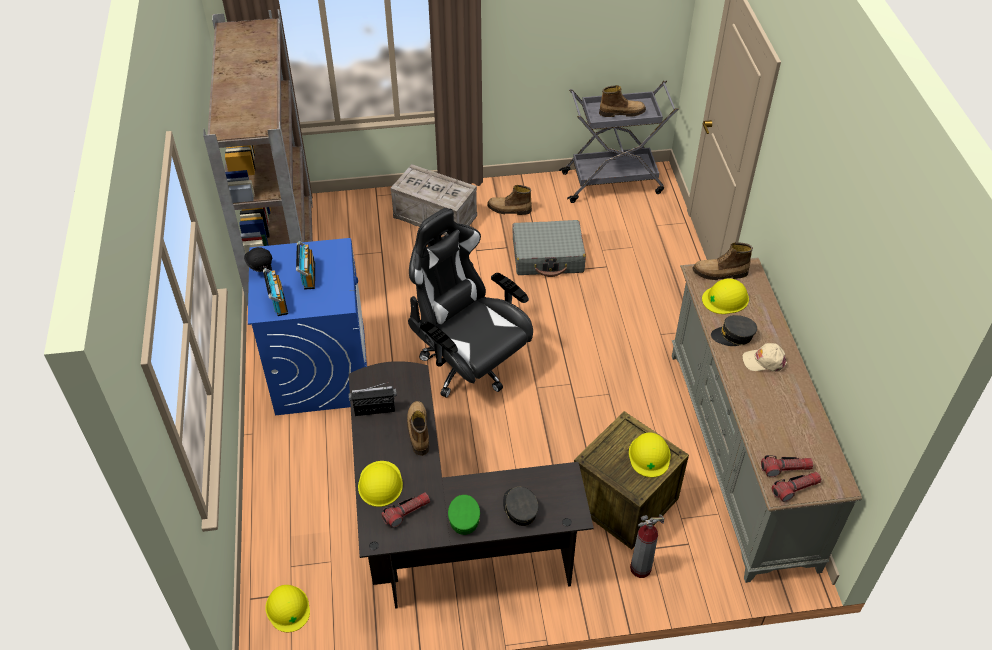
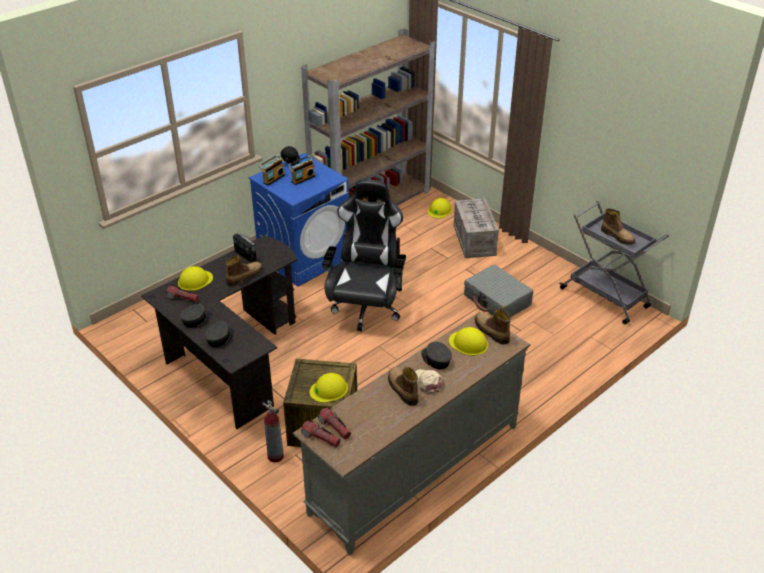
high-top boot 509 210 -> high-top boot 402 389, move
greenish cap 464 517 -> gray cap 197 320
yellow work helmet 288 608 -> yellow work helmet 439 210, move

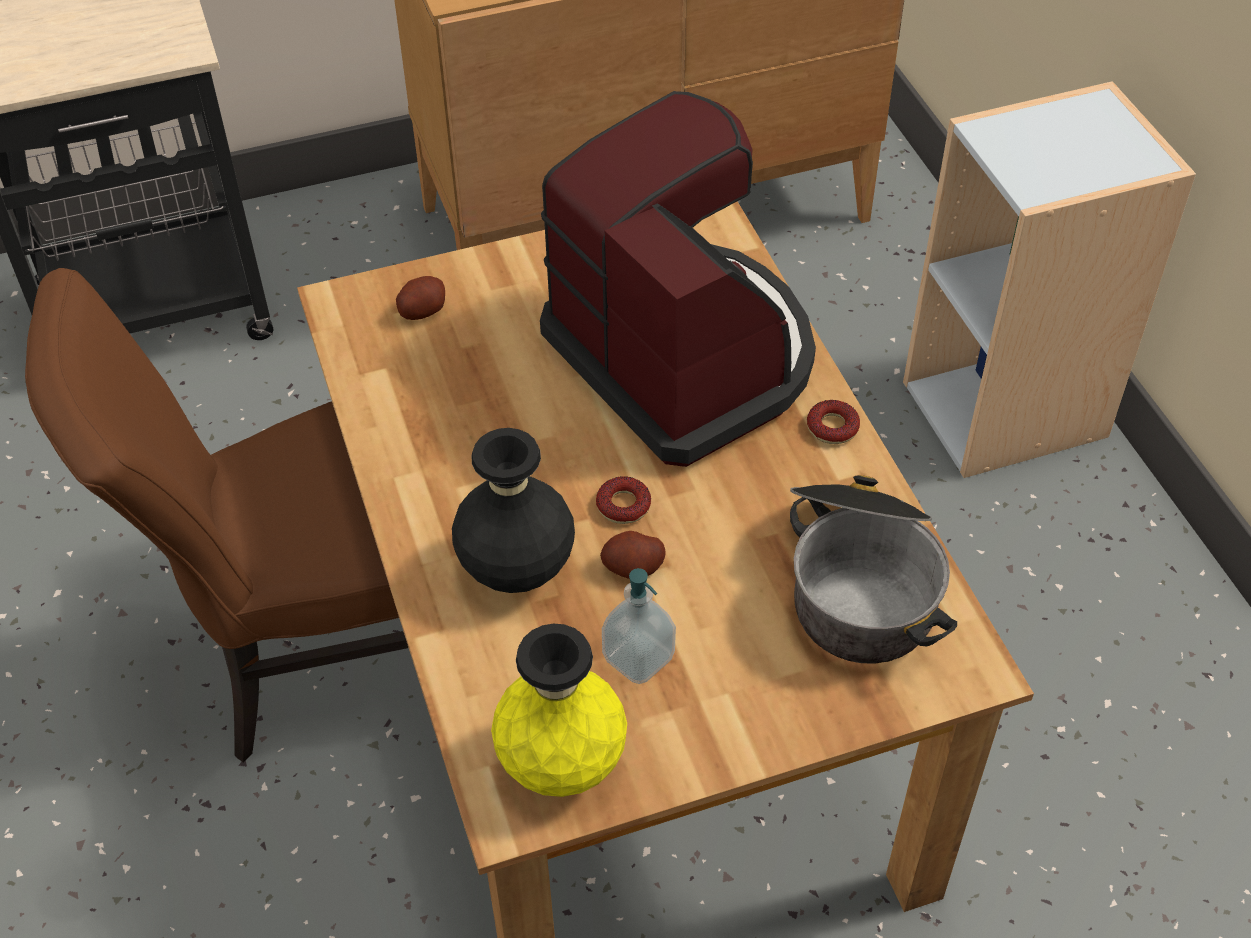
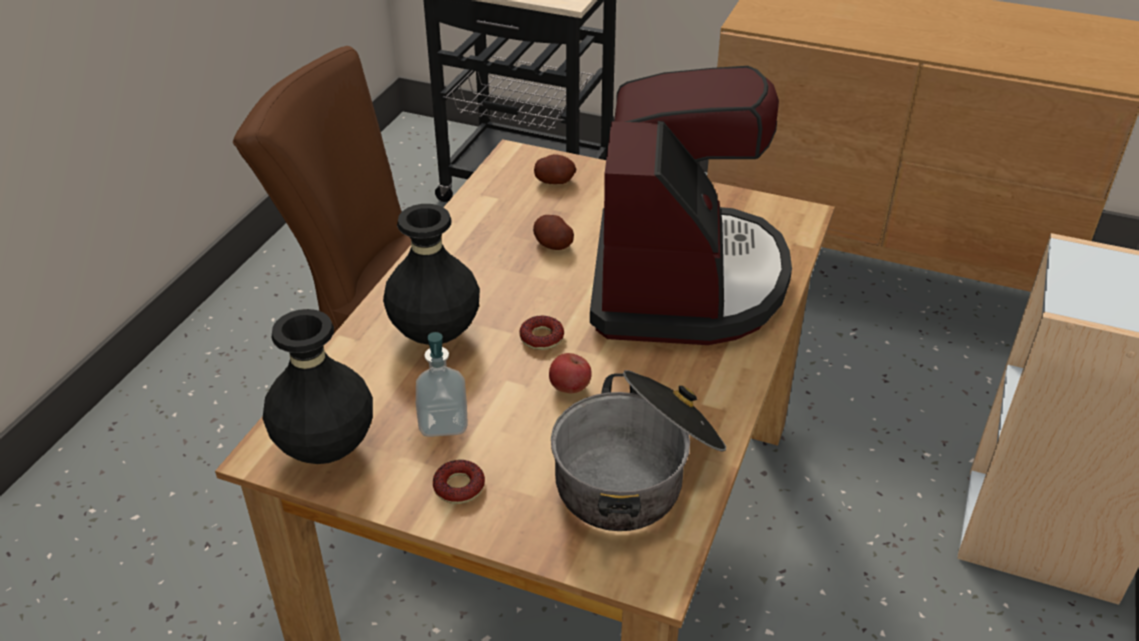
donut 832 427 -> donut 459 487, move
spud 633 567 -> spud 553 244, move
yellow flower vase 562 765 -> black-coloured flower vase 326 449
none -> apple 569 388

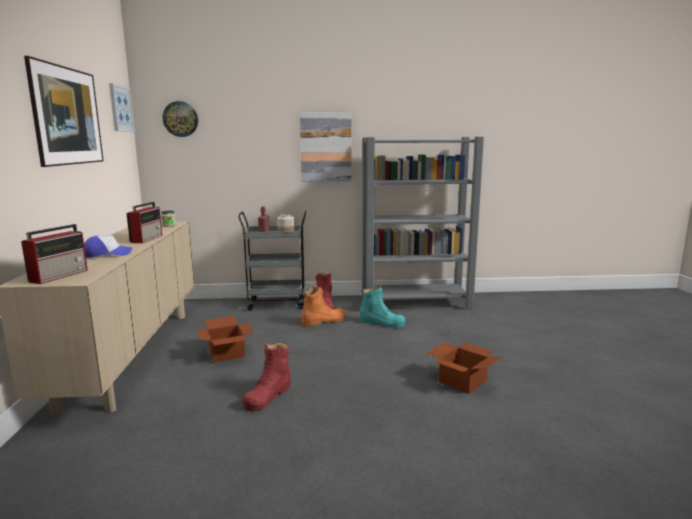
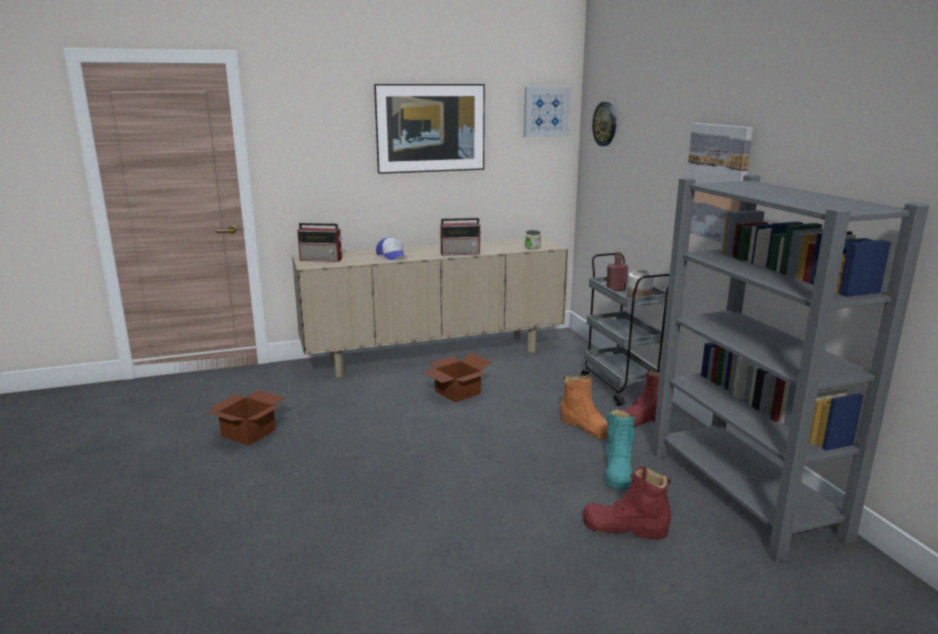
red-coloured high-top boot 268 396 -> red-coloured high-top boot 625 527, move
cardboard box 462 380 -> cardboard box 250 432, move

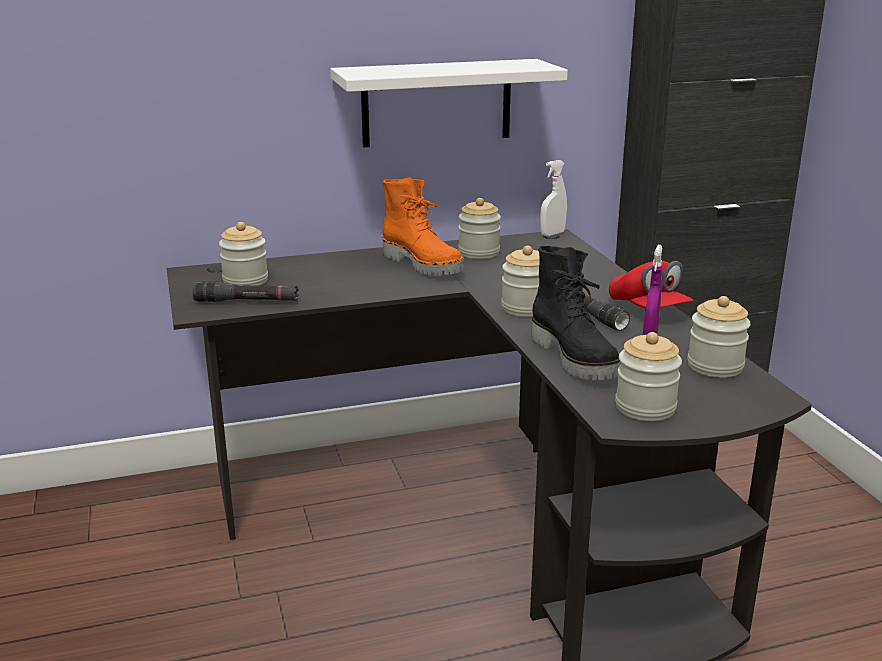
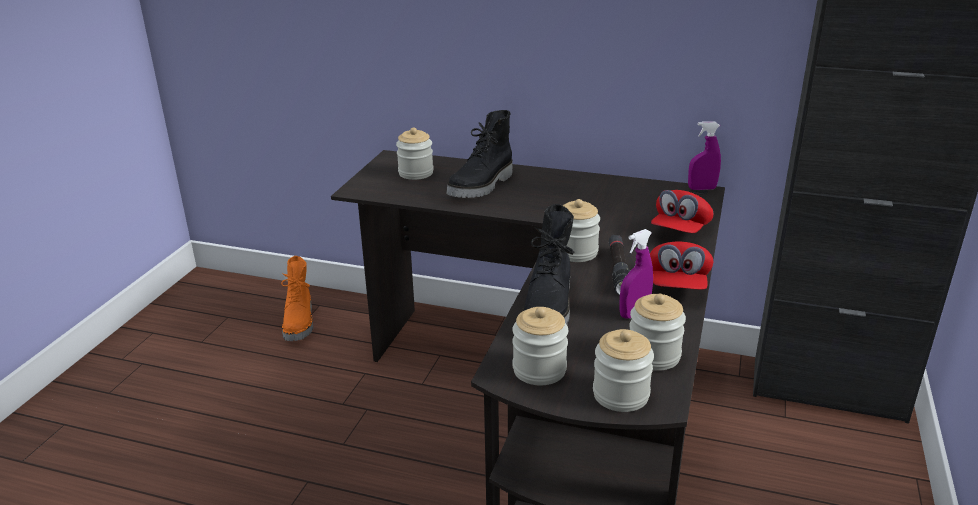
white shelf 436 103 -> none
white sprayer 552 234 -> purplish sprayer 702 189
orangey high-top boot 424 265 -> orangey high-top boot 300 323, move
storage jar 479 253 -> storage jar 621 395, move
black-coloured torch 247 301 -> none
none -> black-coloured high-top boot 482 186
none -> red-coloured cap 680 230

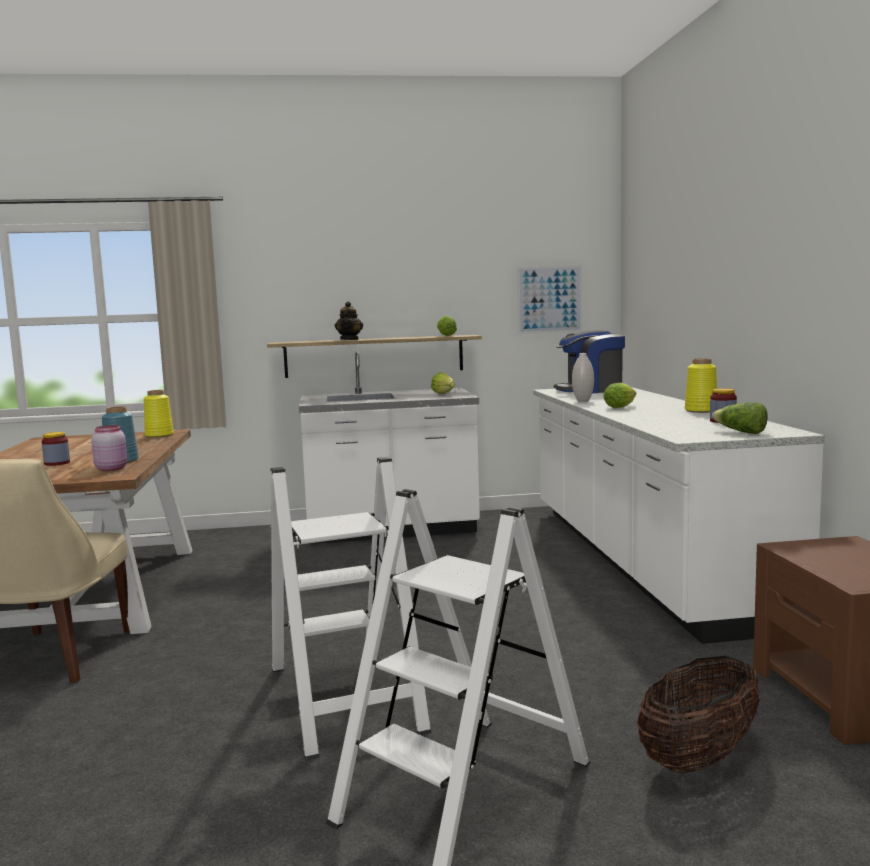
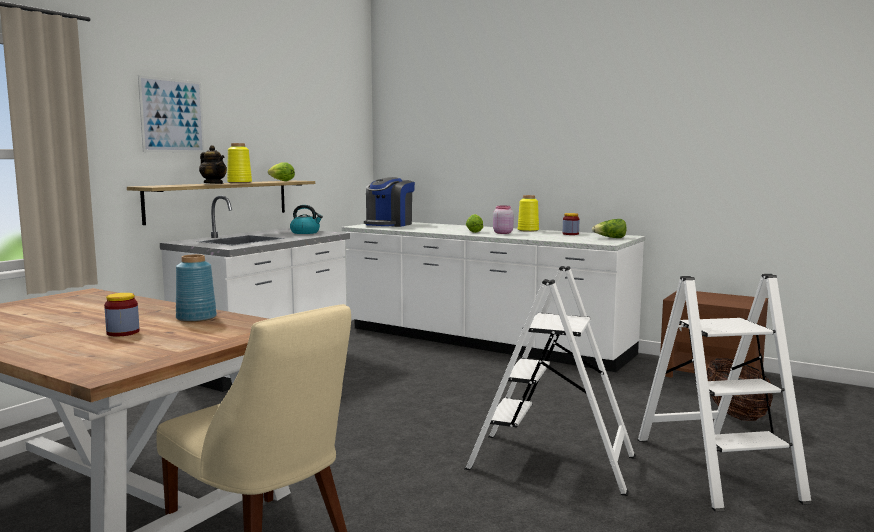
wall art 549 299 -> wall art 172 115, move
white flower vase 583 401 -> none
lettuce 444 394 -> kettle 305 232
yellow flower vase 158 435 -> yellow flower vase 239 182, move
pinkish storage jar 111 468 -> pinkish storage jar 502 233, move

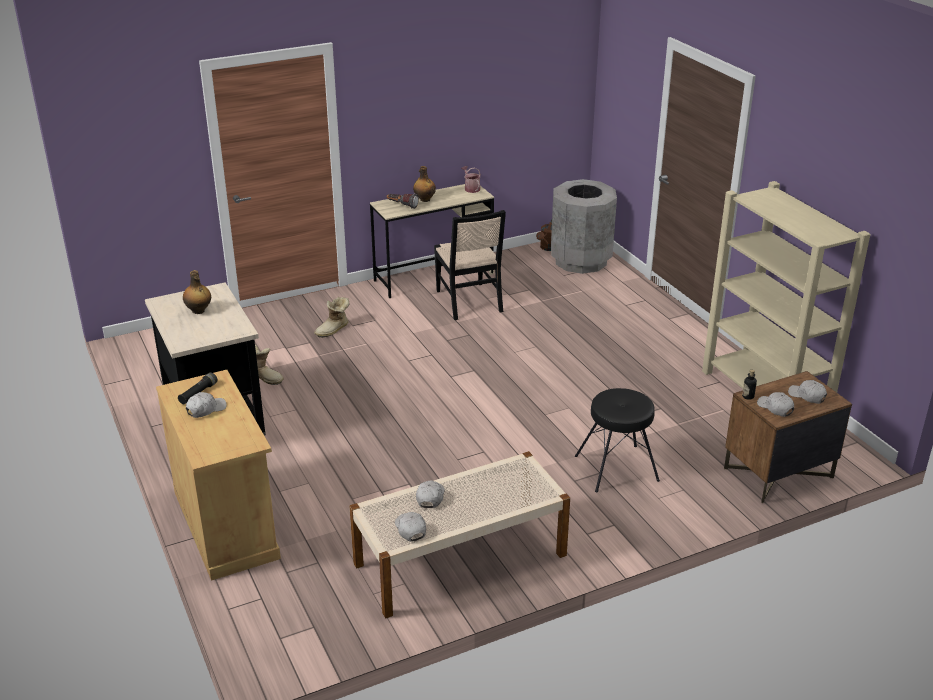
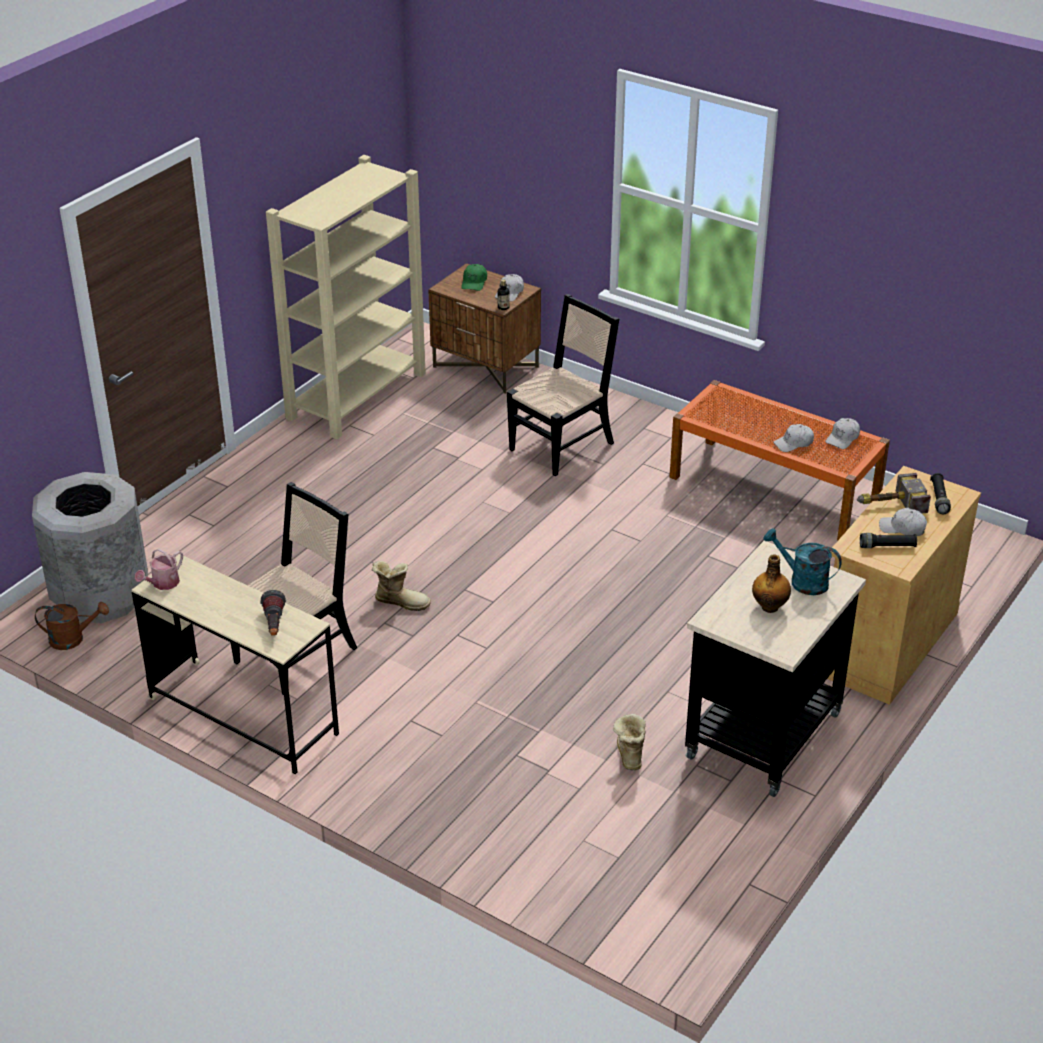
drink bottle 424 199 -> none
high-top boot 334 330 -> high-top boot 401 601, move
white cap 807 396 -> greenish cap 474 282
black-coloured stool 617 468 -> upright chair 561 446
beige-coloured long seat 460 560 -> orangey long seat 774 489
none -> tool hammer 888 504
none -> black-coloured torch 939 499
none -> blue-green sprinkling can 802 581

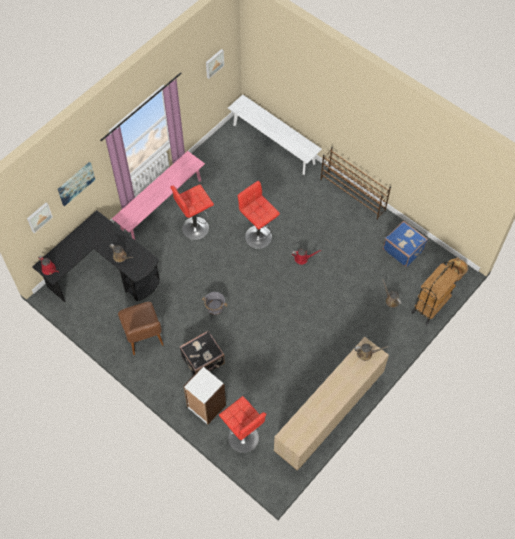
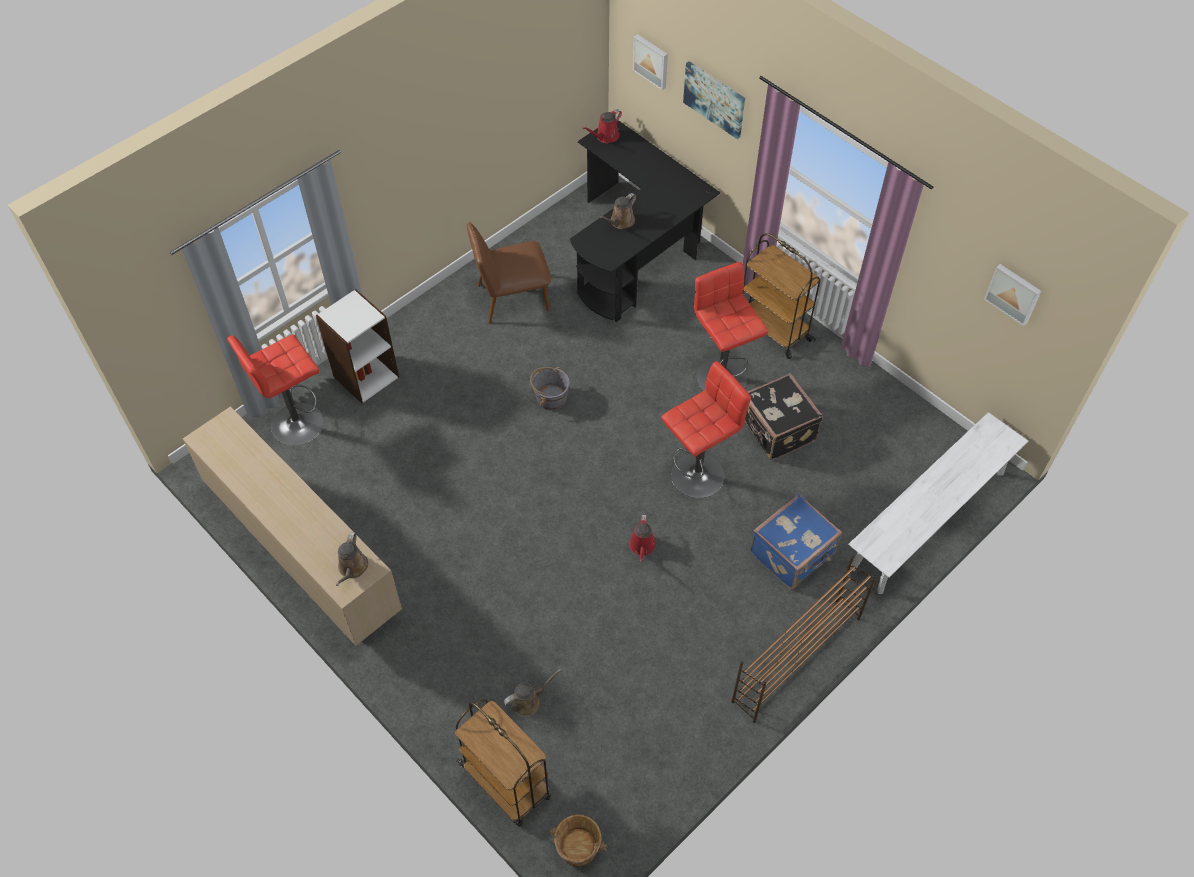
pinkish long seat 161 205 -> brown-coloured wheeled cart 773 329
blue-coloured travel case 403 249 -> blue-coloured travel case 793 554, move
black-coloured travel case 203 360 -> black-coloured travel case 776 430, move

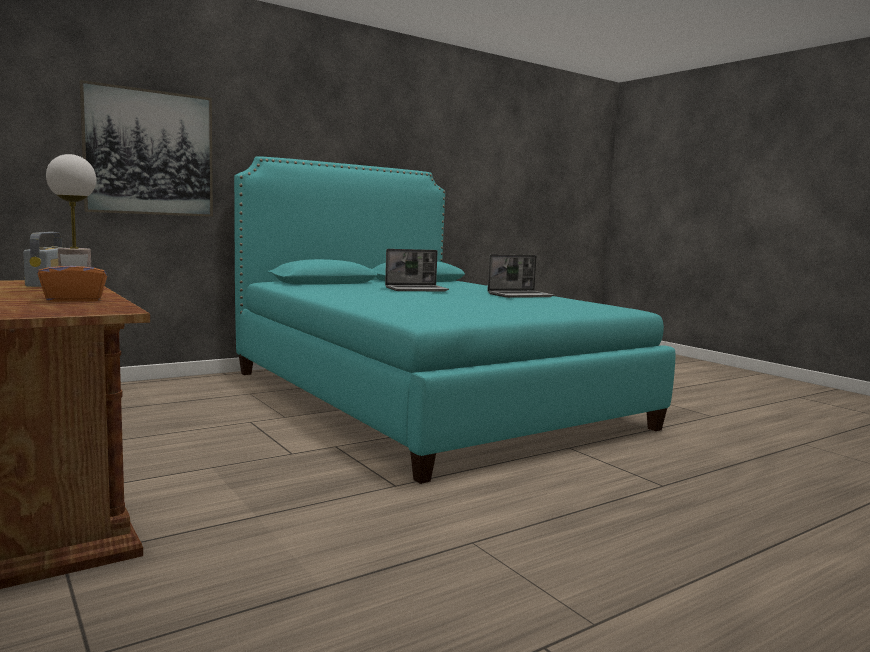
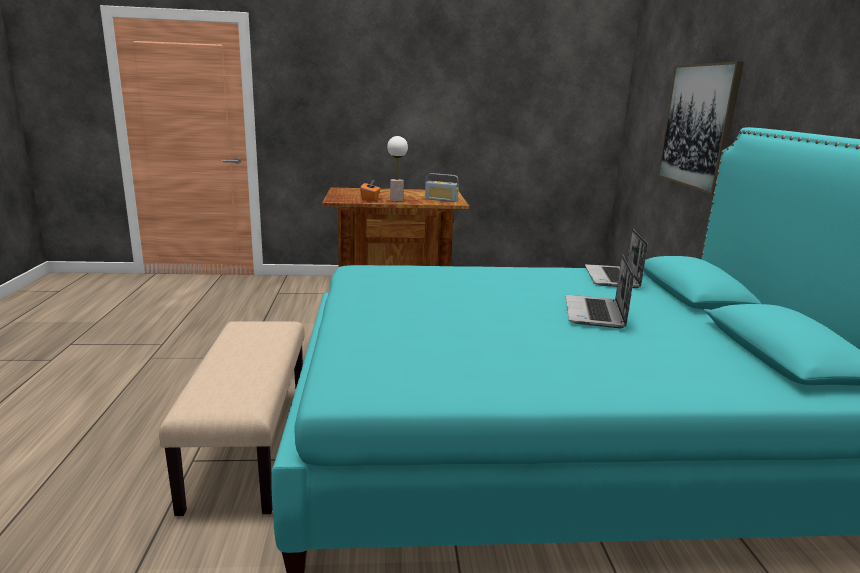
laptop 520 295 -> laptop 612 278, move
none -> beige-coloured long seat 251 445

